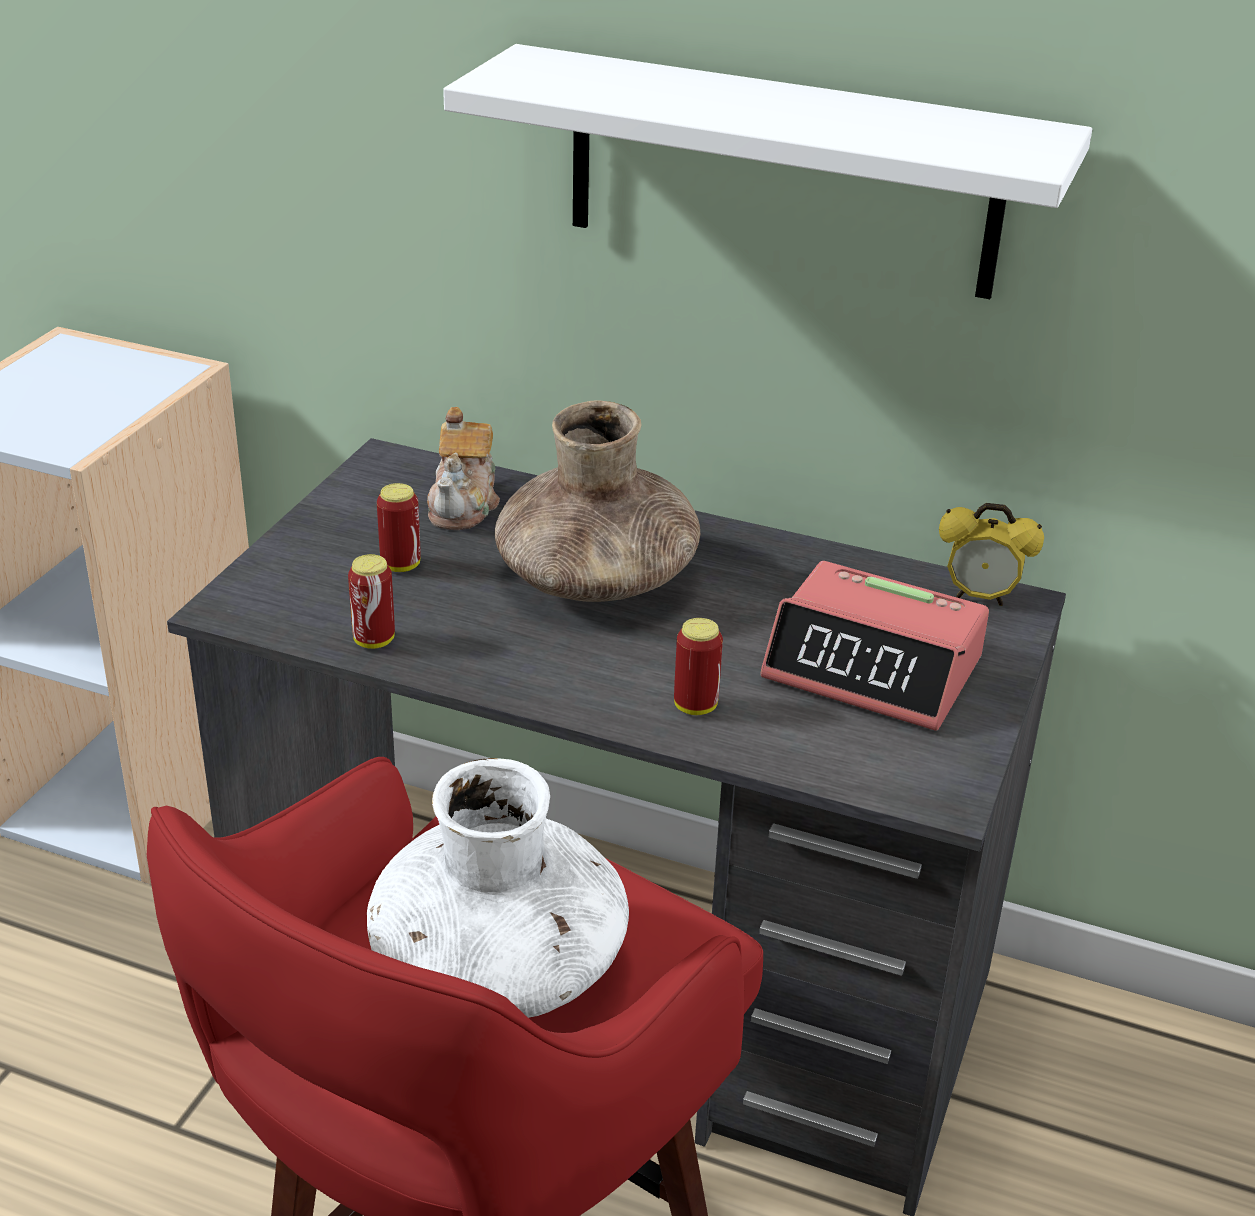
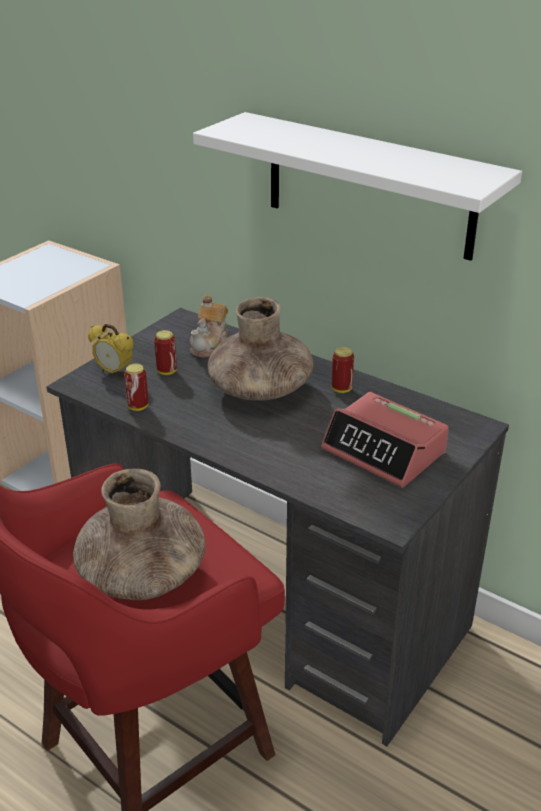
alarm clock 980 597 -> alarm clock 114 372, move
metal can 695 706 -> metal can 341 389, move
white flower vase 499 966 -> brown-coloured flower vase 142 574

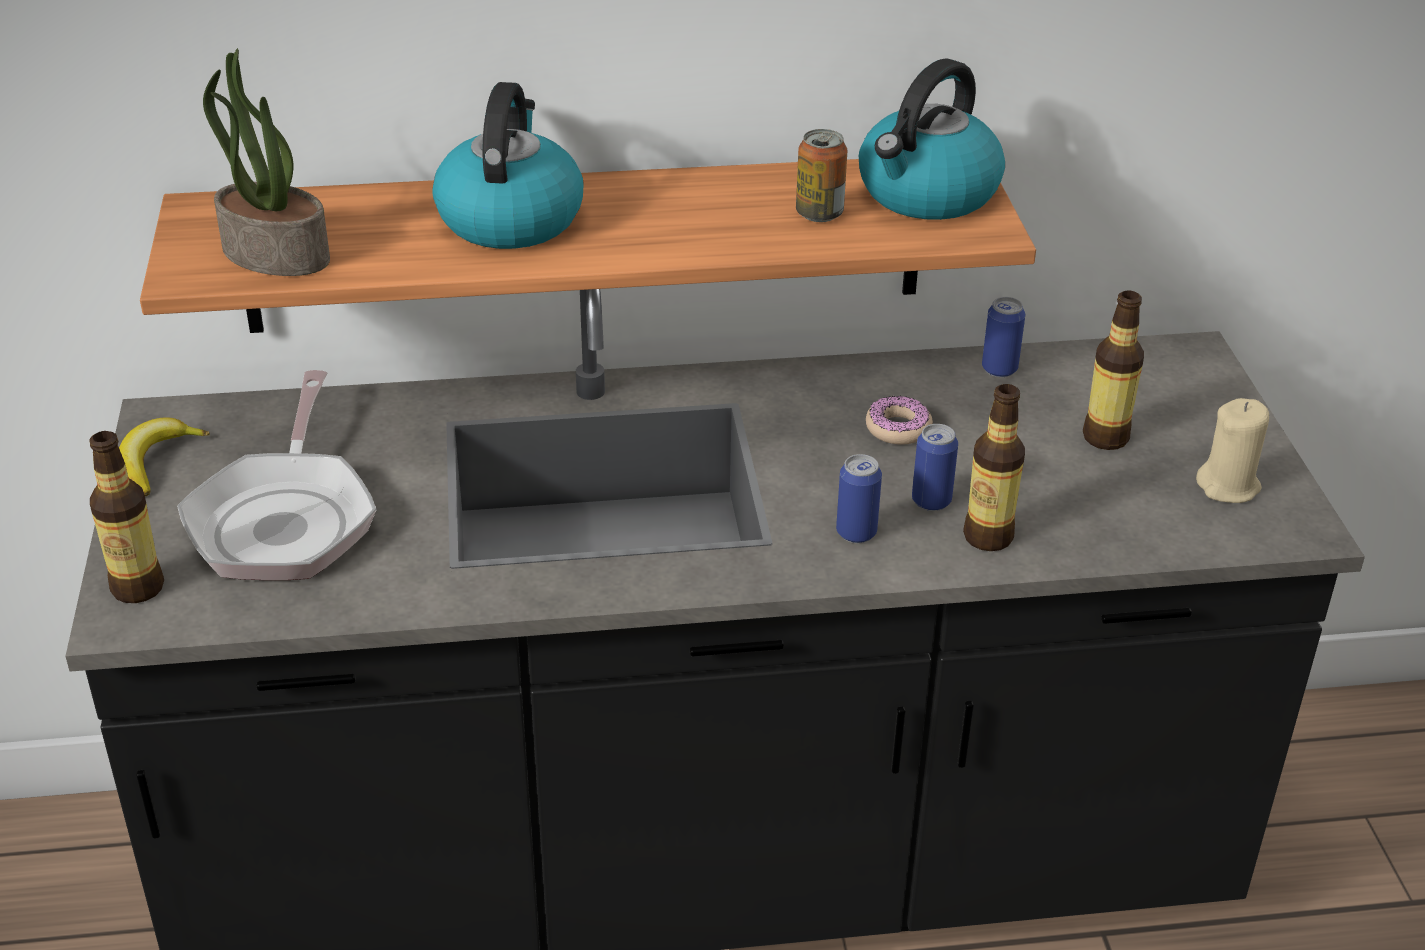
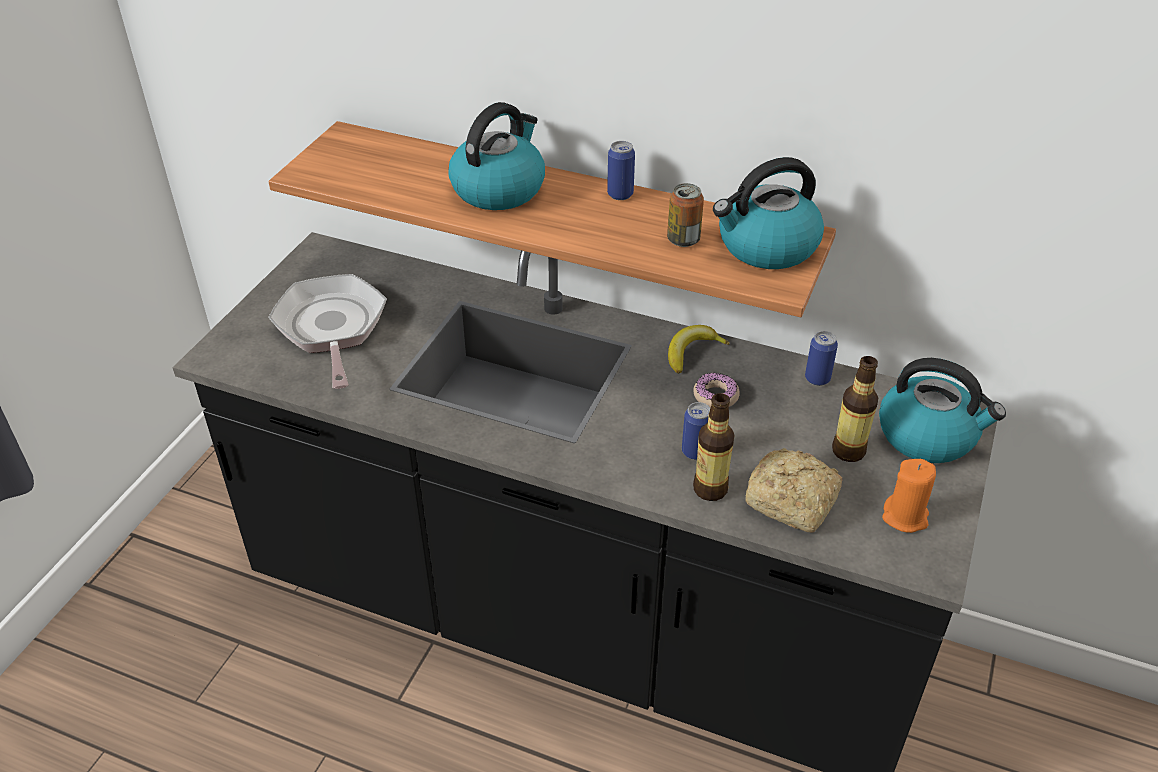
plant in a pot 273 255 -> none
skillet 285 519 -> skillet 331 329, 135 degrees clockwise
beige-coloured wax light 1228 486 -> orangey wax light 905 517
whole banana 156 462 -> whole banana 692 352, move
drink bottle 138 588 -> none
metal can 856 532 -> metal can 620 194, move
none -> kettle 928 435
none -> bakery bread 793 503

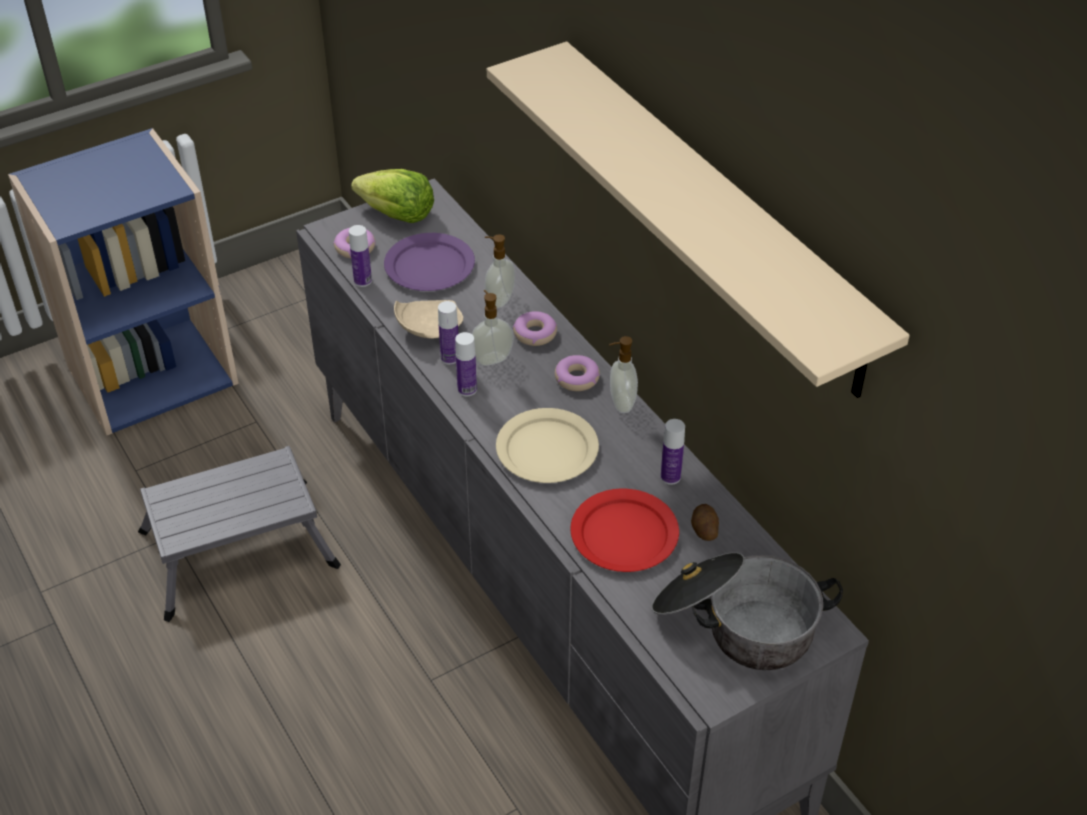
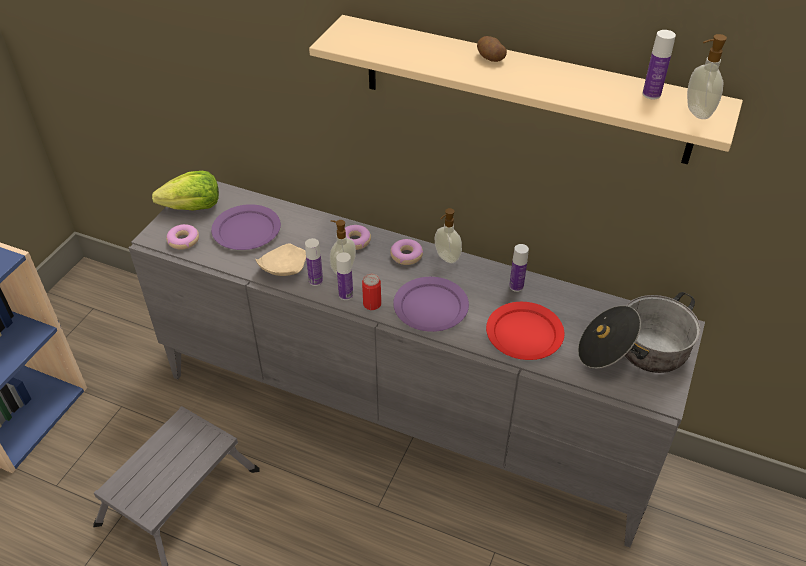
drink bottle 363 281 -> drink bottle 651 94, move
soap bottle 499 300 -> soap bottle 696 112, move
beige-coloured dinner plate 548 449 -> purplish dinner plate 431 306
spud 704 530 -> spud 490 58, move
none -> metal can 372 304

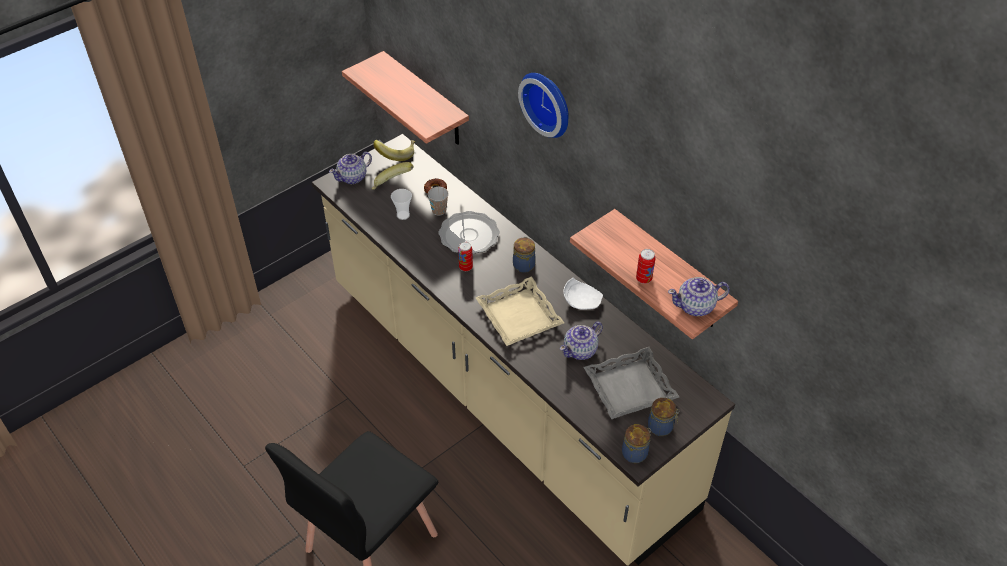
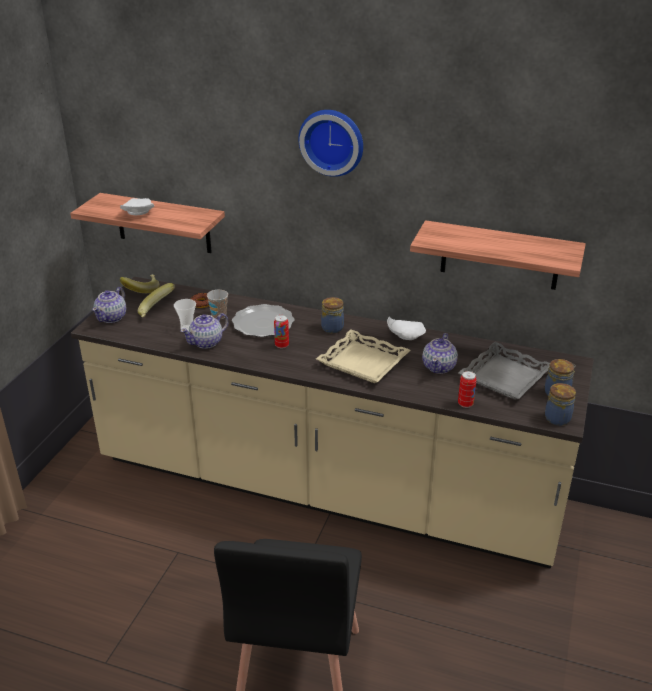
metal can 643 279 -> metal can 465 404, move
pot for tea 696 306 -> pot for tea 207 342, move
none -> white dinner plate 137 213

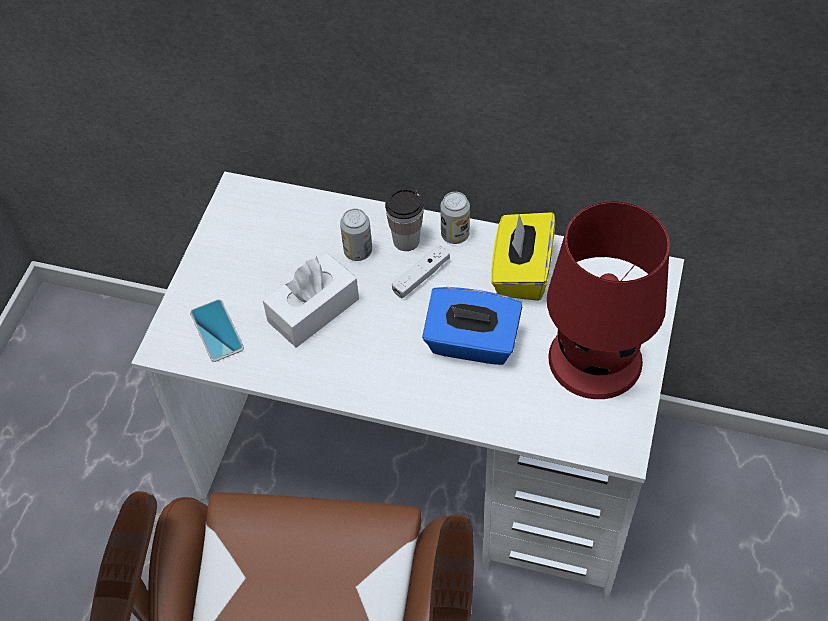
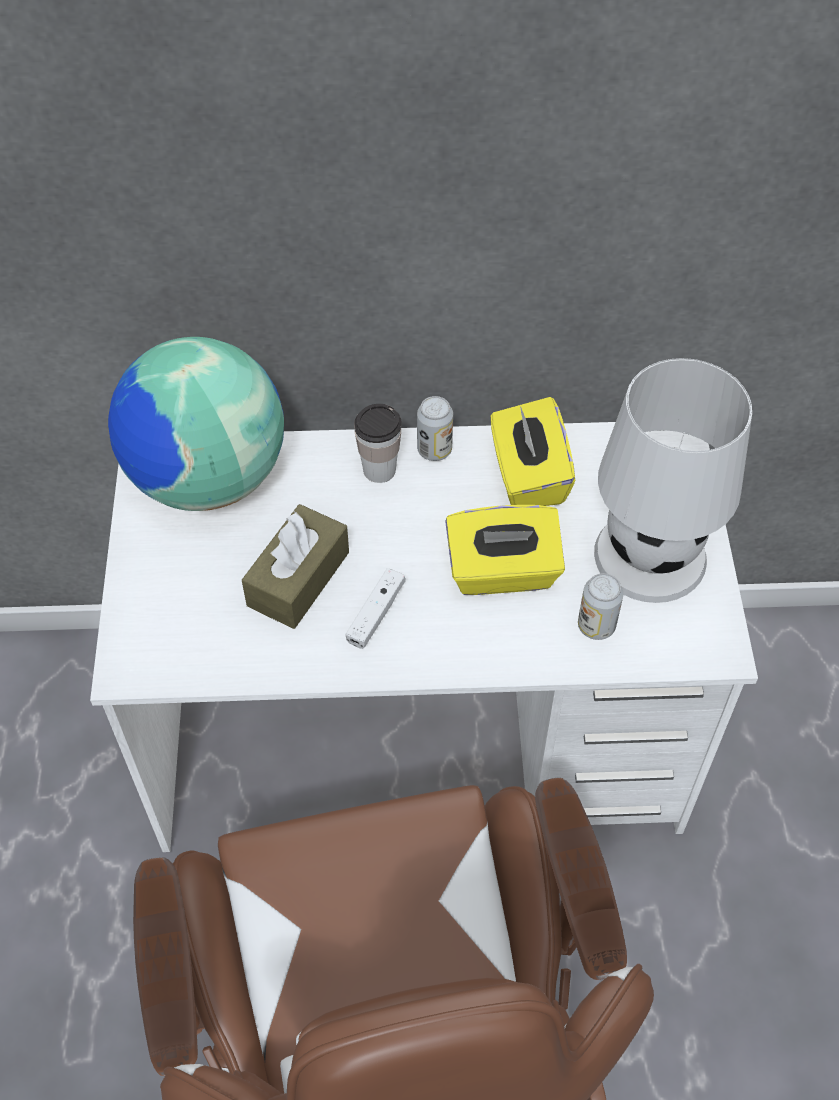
red-coloured tabletop lamp 596 359 -> white tabletop lamp 652 555
metal can 358 251 -> metal can 596 626, move
white gamepad 421 276 -> white gamepad 376 614, move
white box of tissues 313 310 -> brown-coloured box of tissues 298 579
blue-coloured box of tissues 471 343 -> yellow box of tissues 502 572
handset 216 331 -> none
none -> world globe 206 478

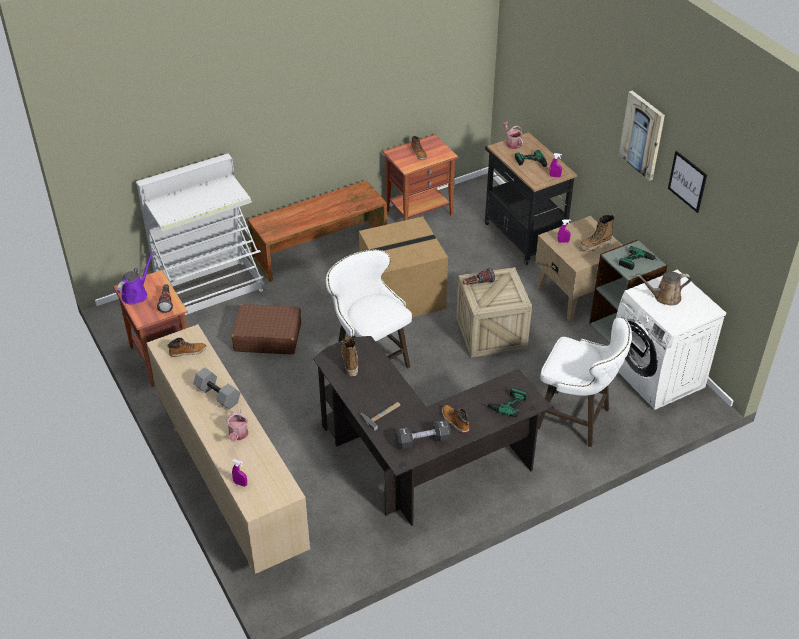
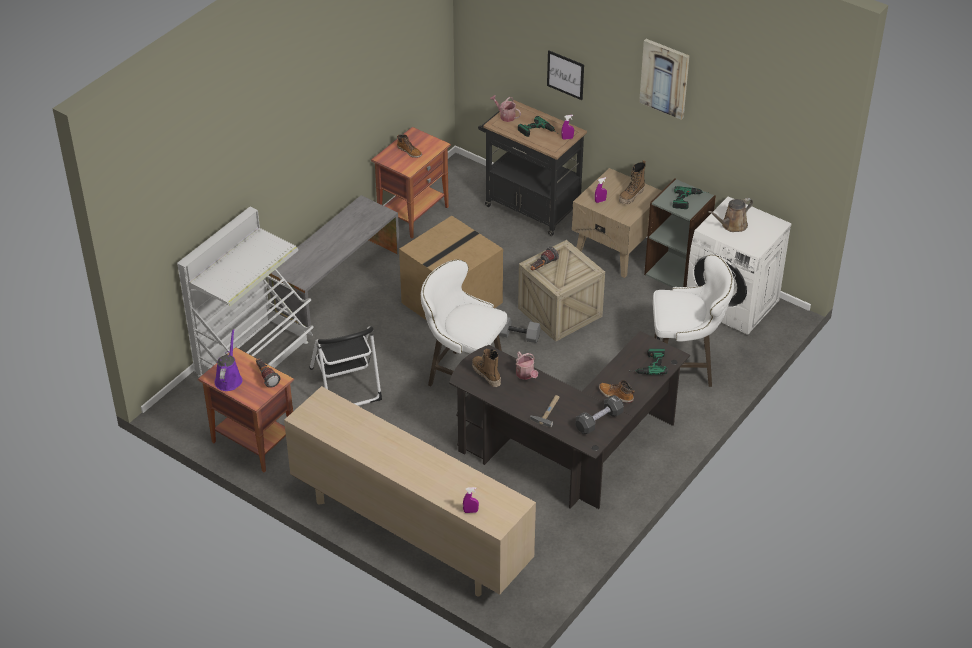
wall art 687 181 -> wall art 565 75, move
brown-coloured long seat 320 247 -> gray long seat 336 280
brown-coloured travel case 267 337 -> stepladder 346 386
high-top boot 188 351 -> none
gray hand weight 218 395 -> gray hand weight 519 335, move
sprinkling can 238 435 -> sprinkling can 526 375, move

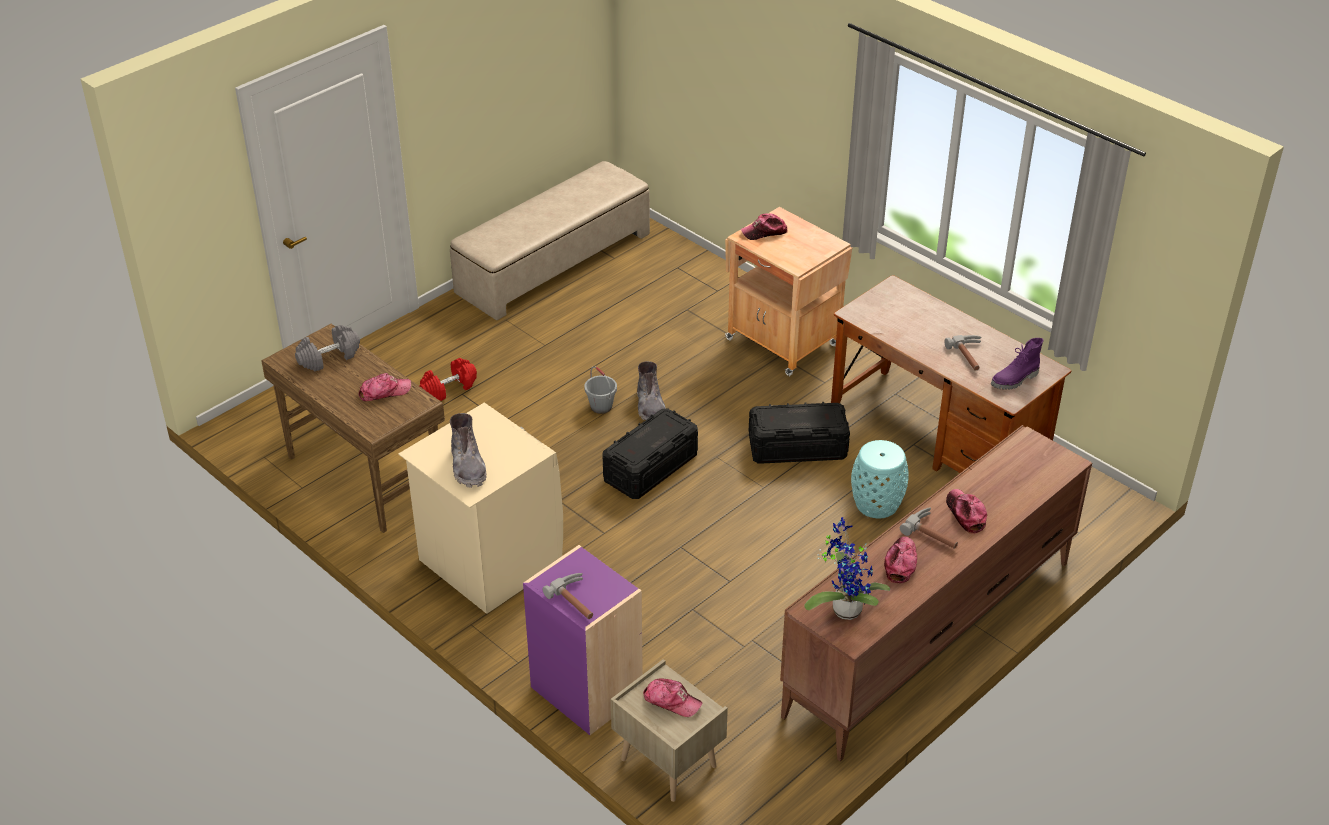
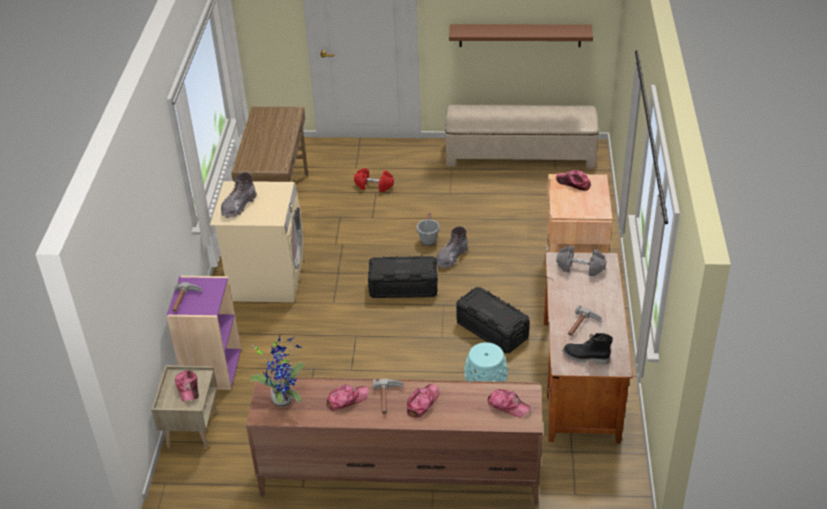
gray hand weight 329 357 -> gray hand weight 580 267, move
purplish high-top boot 1015 380 -> black-coloured high-top boot 585 357
cap 384 391 -> cap 508 405, move
none -> brown-coloured shelf 520 35

